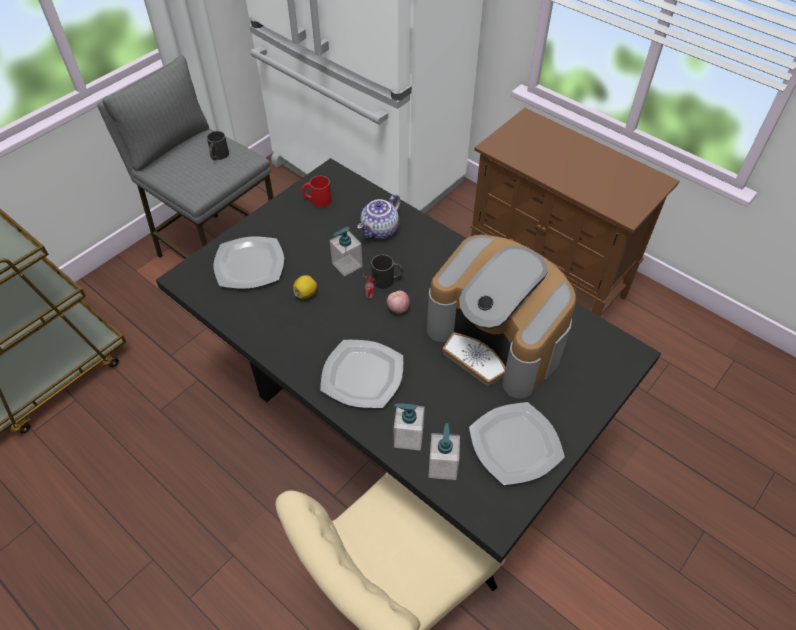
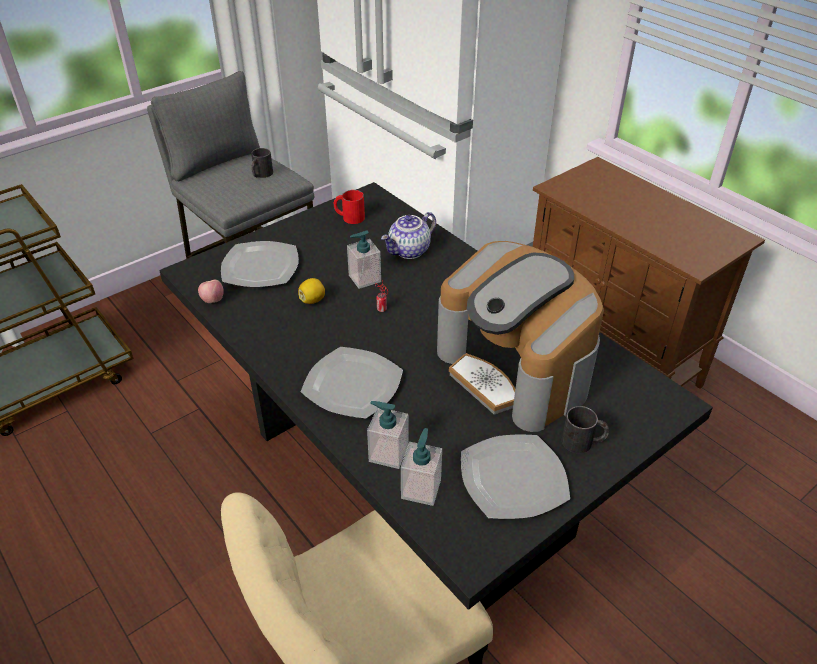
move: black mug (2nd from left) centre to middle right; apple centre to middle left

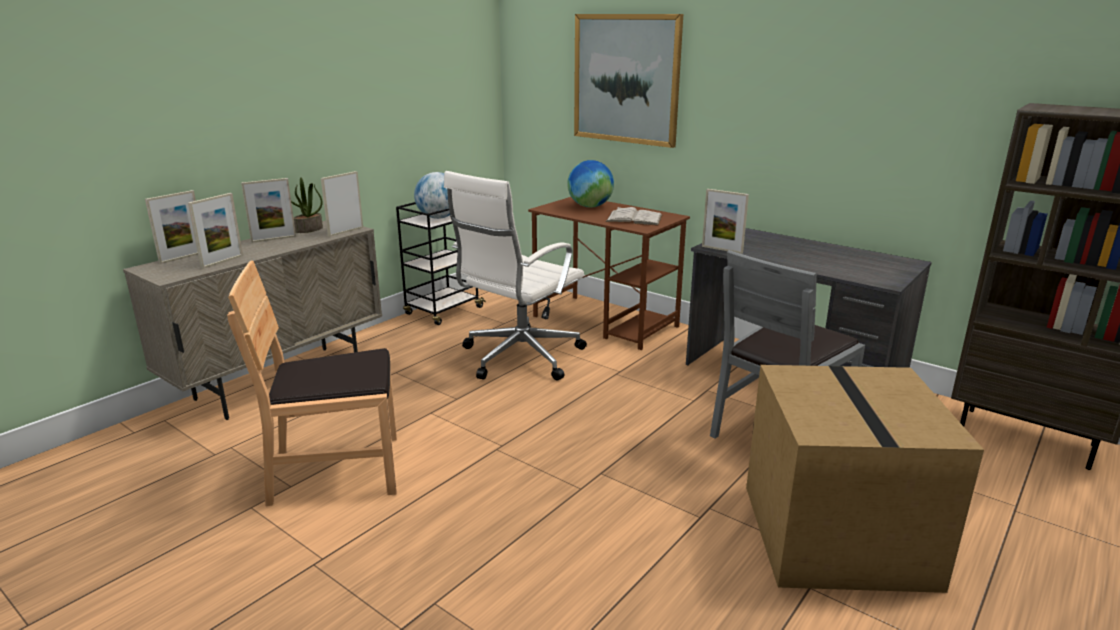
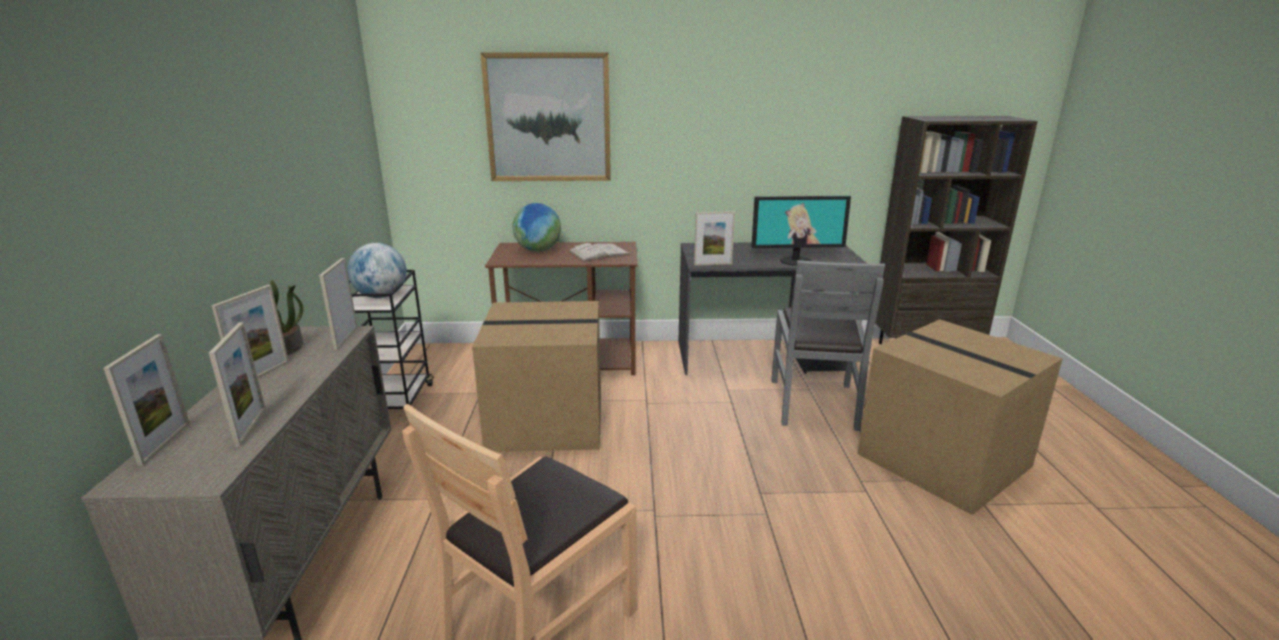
insert: monitor centre
replace: white office chair centre to cardboard box (1st from left) centre

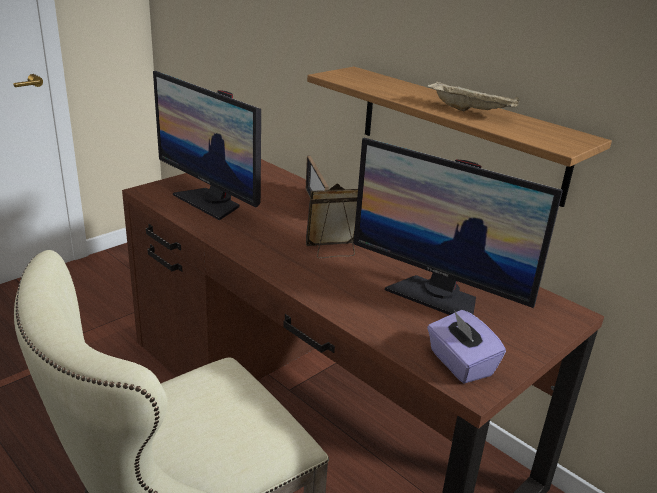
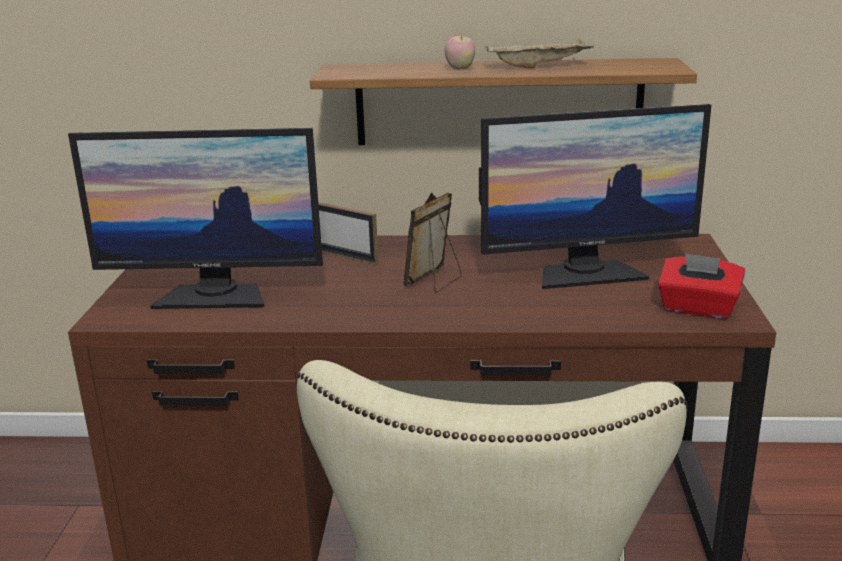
insert: apple top centre
recolor: purple tissue box bottom right to red tissue box middle right

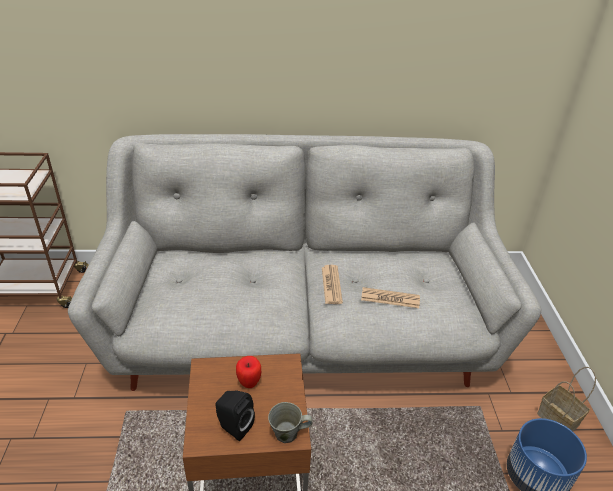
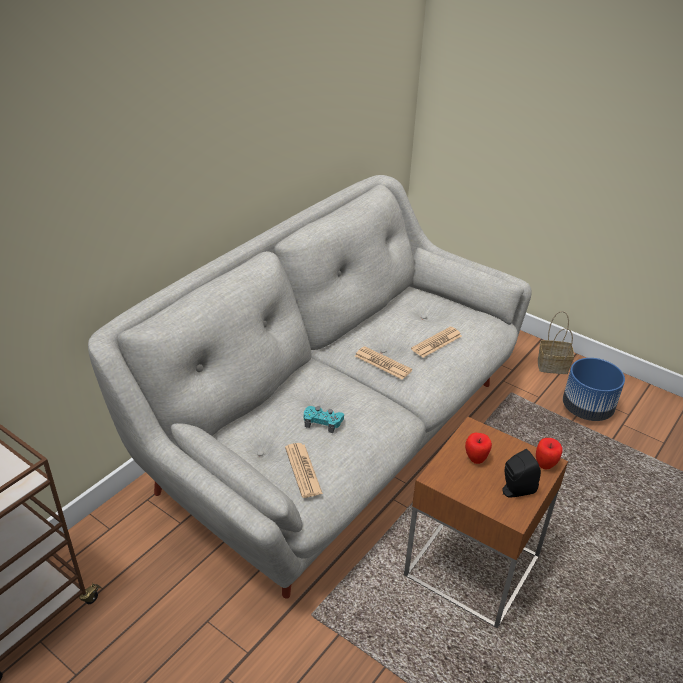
insert: newspaper (1st from left) bottom centre; turquoise game controller centre
replace: grey mug bottom centre to apple (2nd from left) middle right

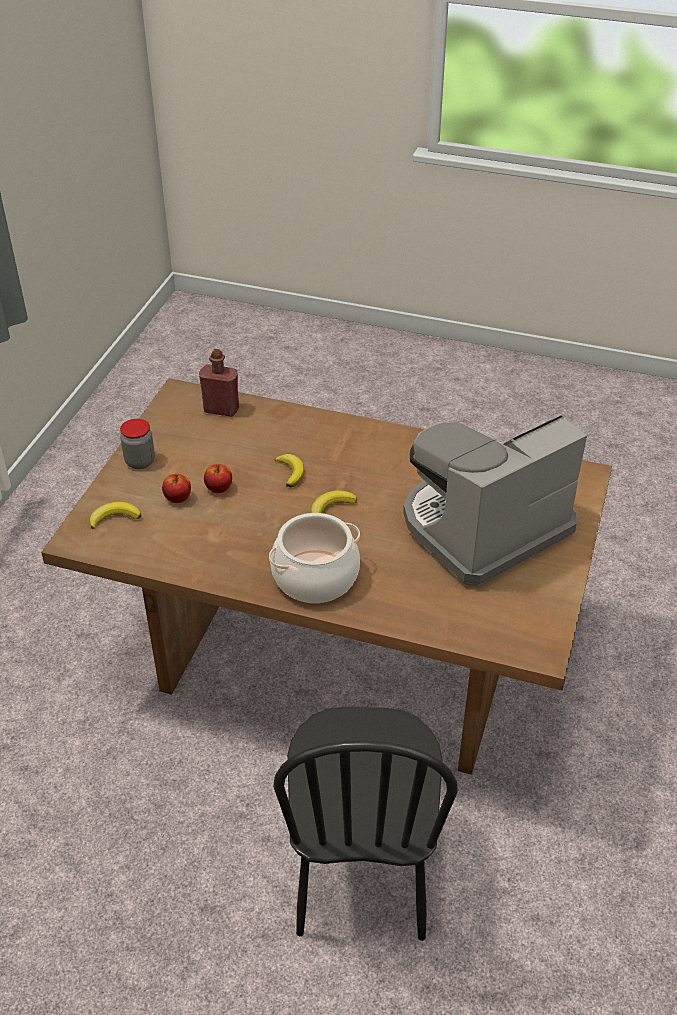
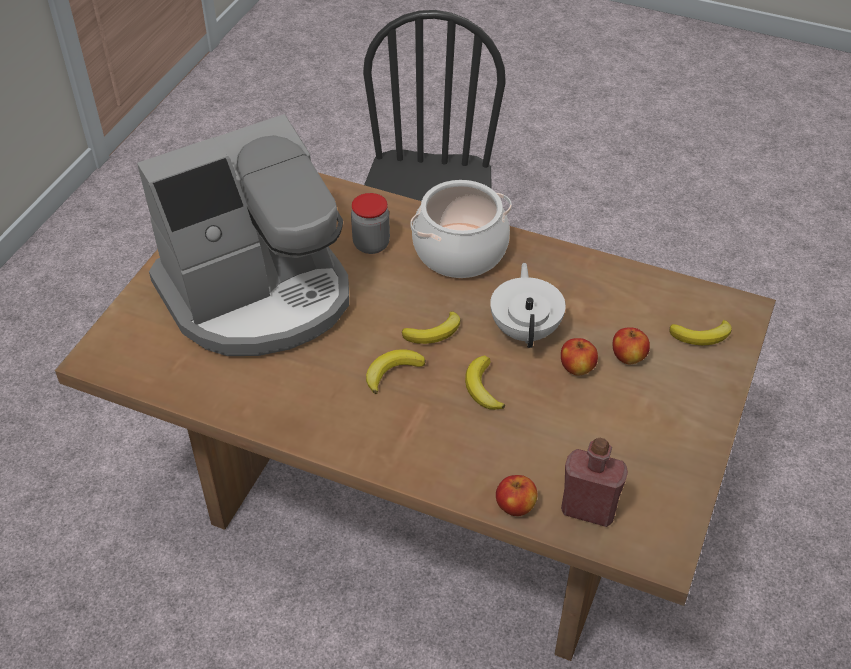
insert: banana (1st from left) centre; white teapot centre; apple (1st from left) bottom centre
move: jar middle left to centre

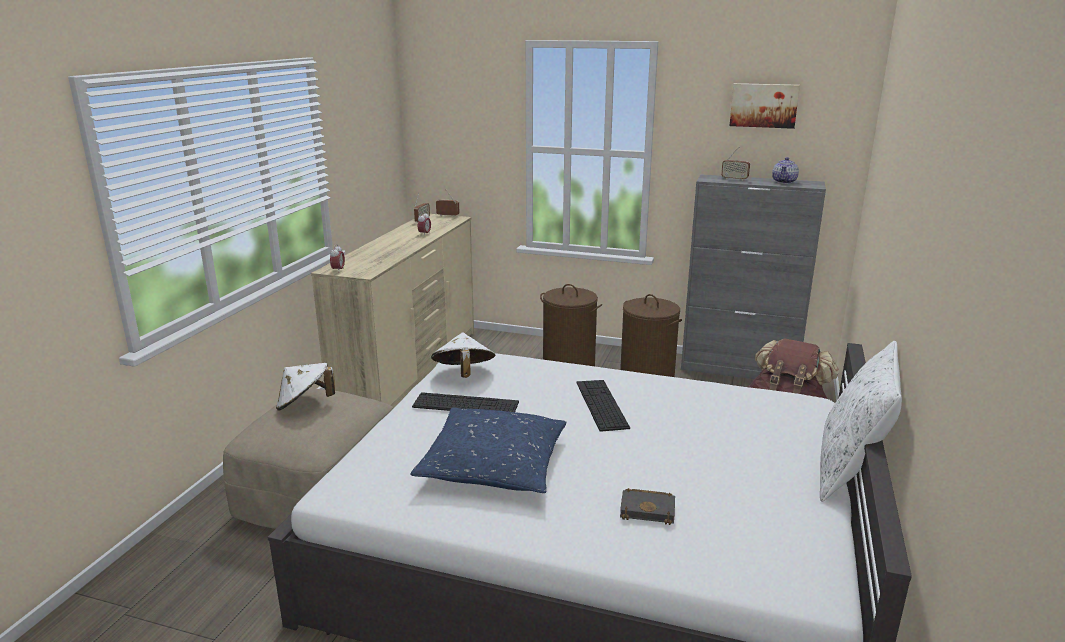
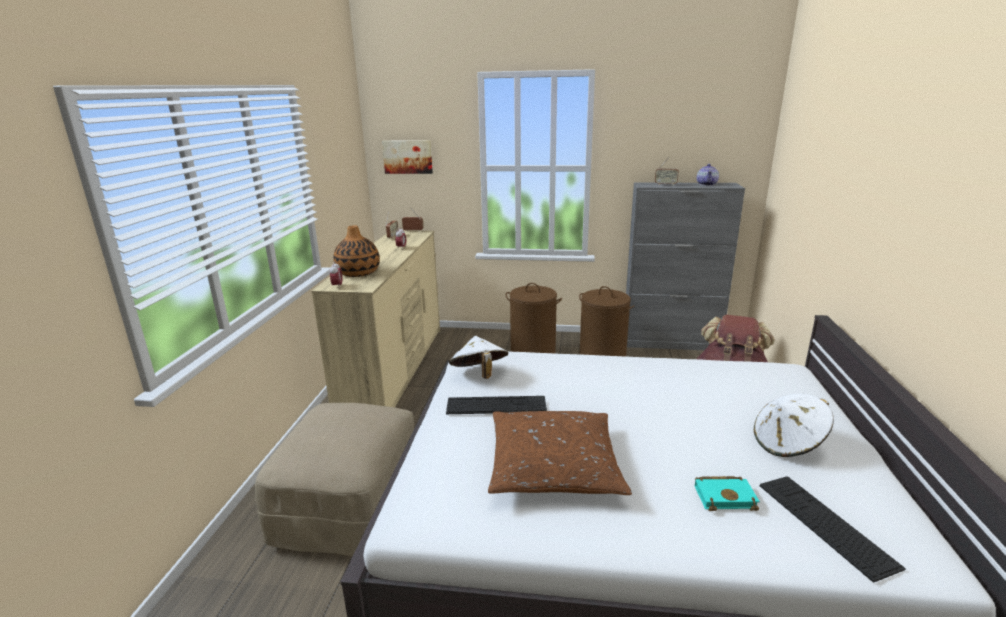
delete: white pillow middle right
insert: vase centre
move: white hat (1st from left in the first image) middle left to white hat (2nd from left) bottom right; keyboard (2nd from left) centre to bottom right; picture top right to top centre
recolor: blue pillow bottom centre to brown pillow bottom centre; black book bottom centre to turquoise book bottom right

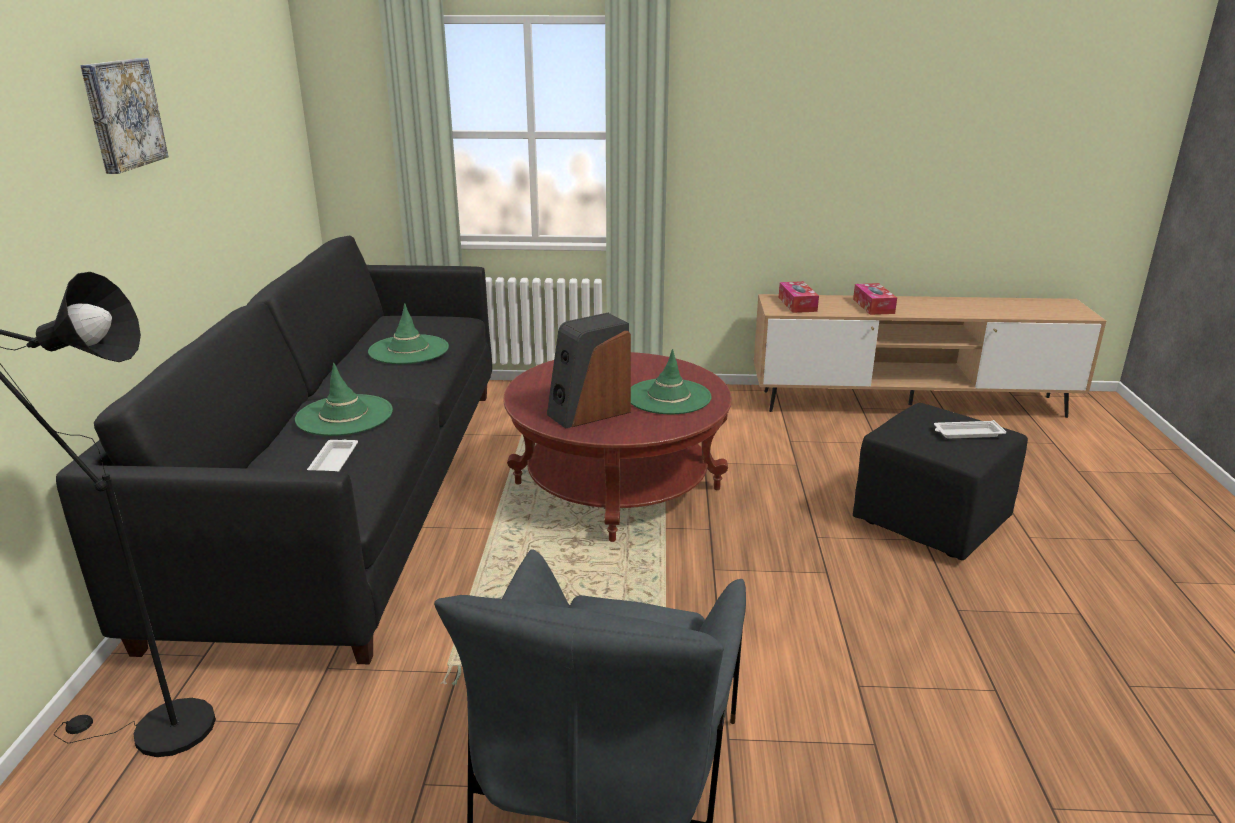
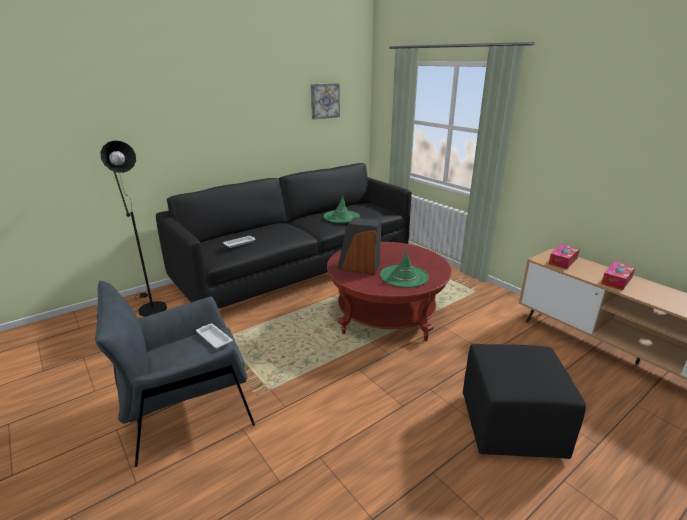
delete: green hat (1st from left) middle left
move: picture top left to top centre; white tray (2nd from left in the first image) middle right to white tray (1st from left) middle left

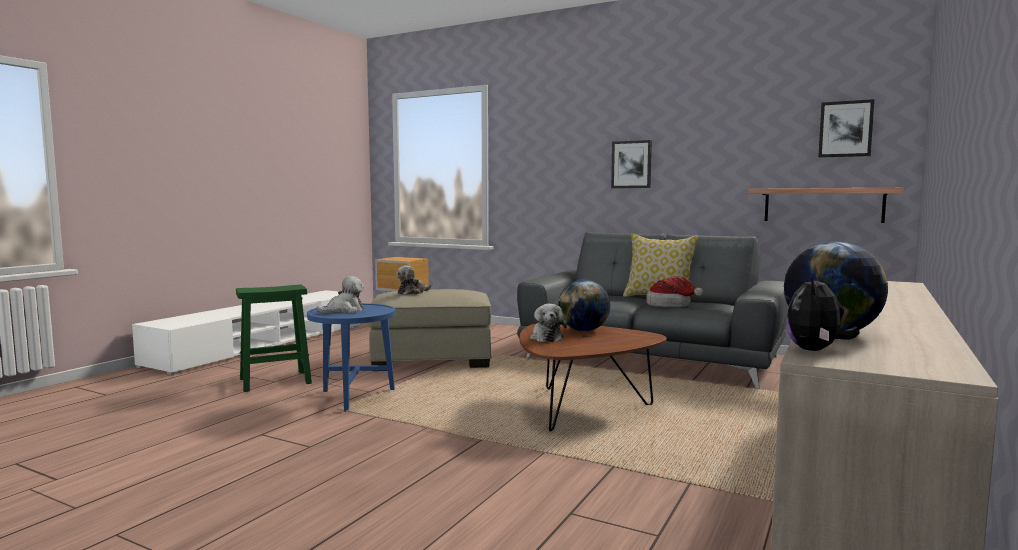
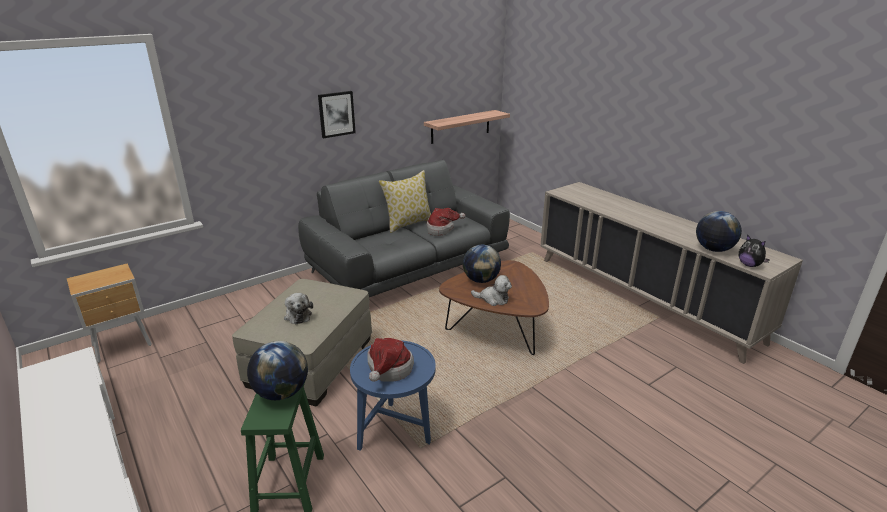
delete: picture (2nd from left) top right
insert: globe (1st from left) bottom left
replace: plush toy (1st from left) centre to hat (1st from left) bottom centre

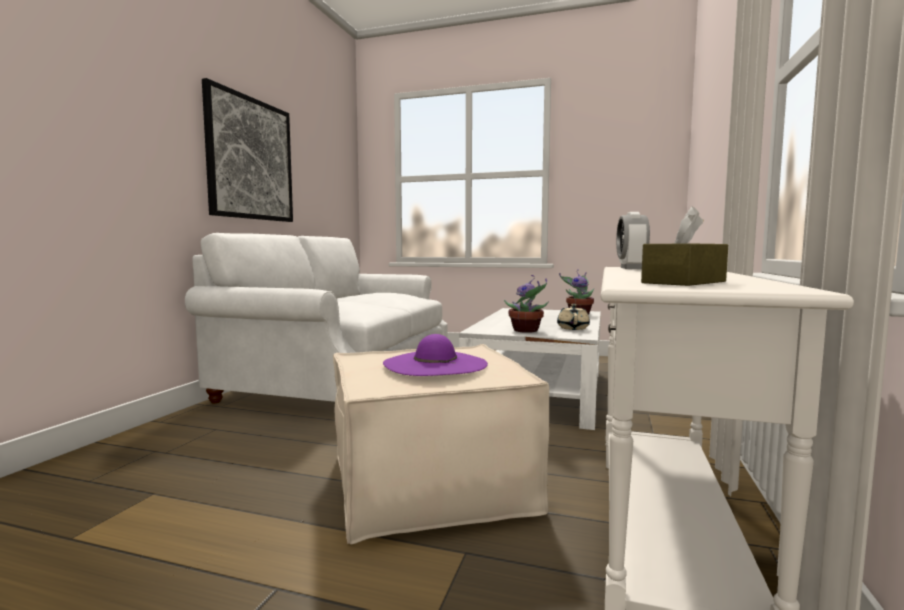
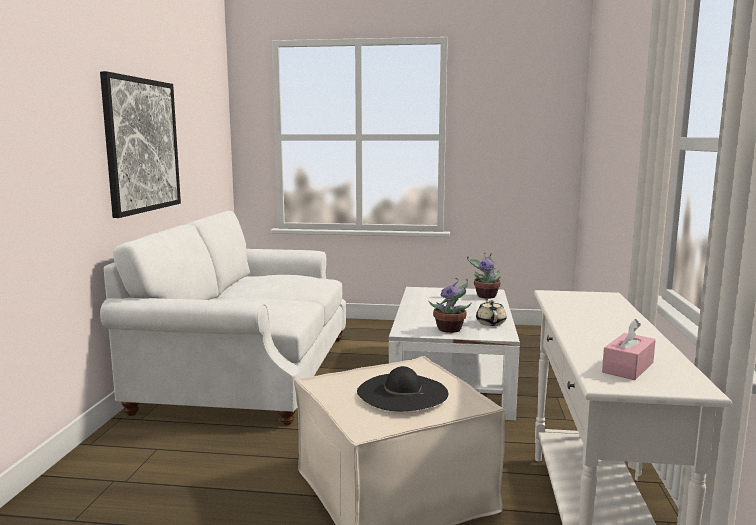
delete: alarm clock middle right
recolor: purple hat centre to black hat bottom centre; brown tissue box middle right to pink tissue box middle right

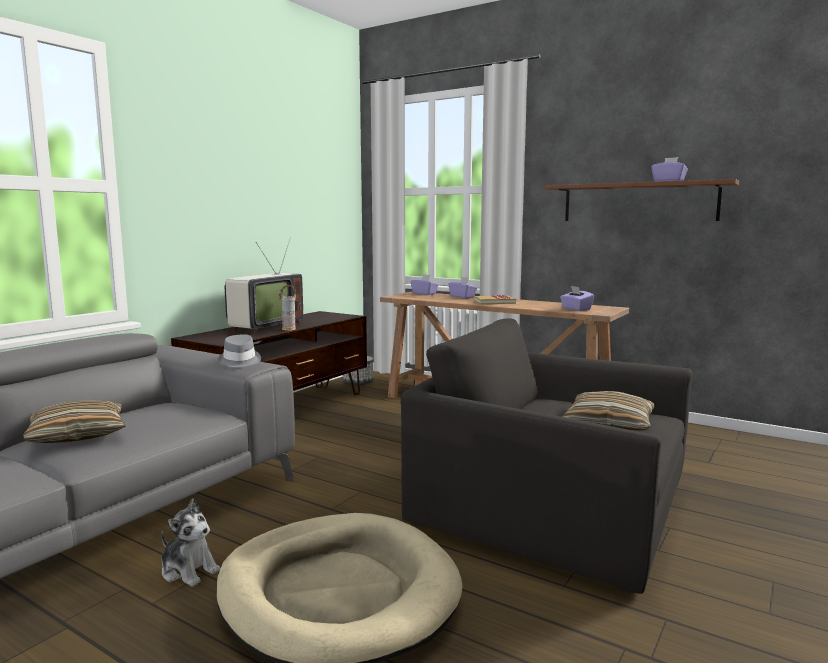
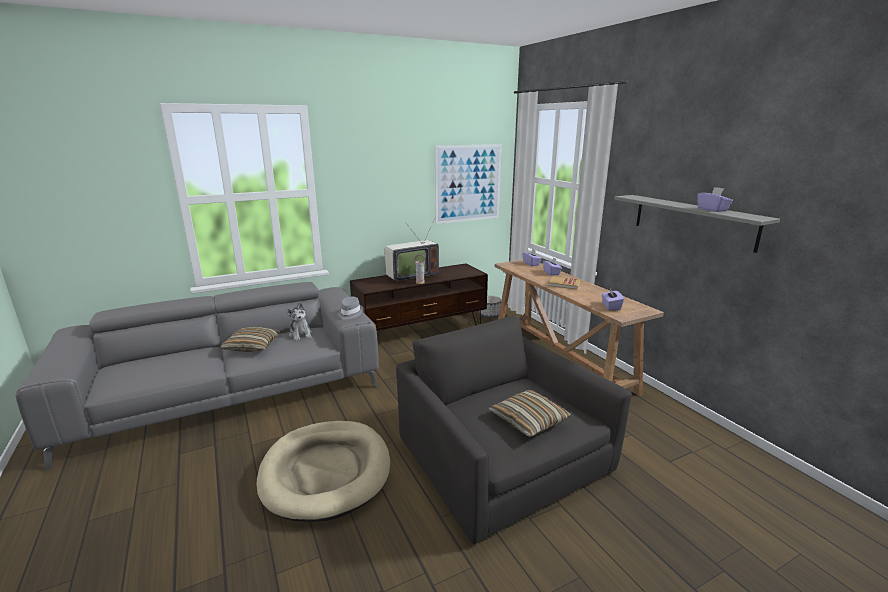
insert: picture top centre
move: plush toy bottom left to centre
recolor: brown shelf top right to grey shelf middle right

